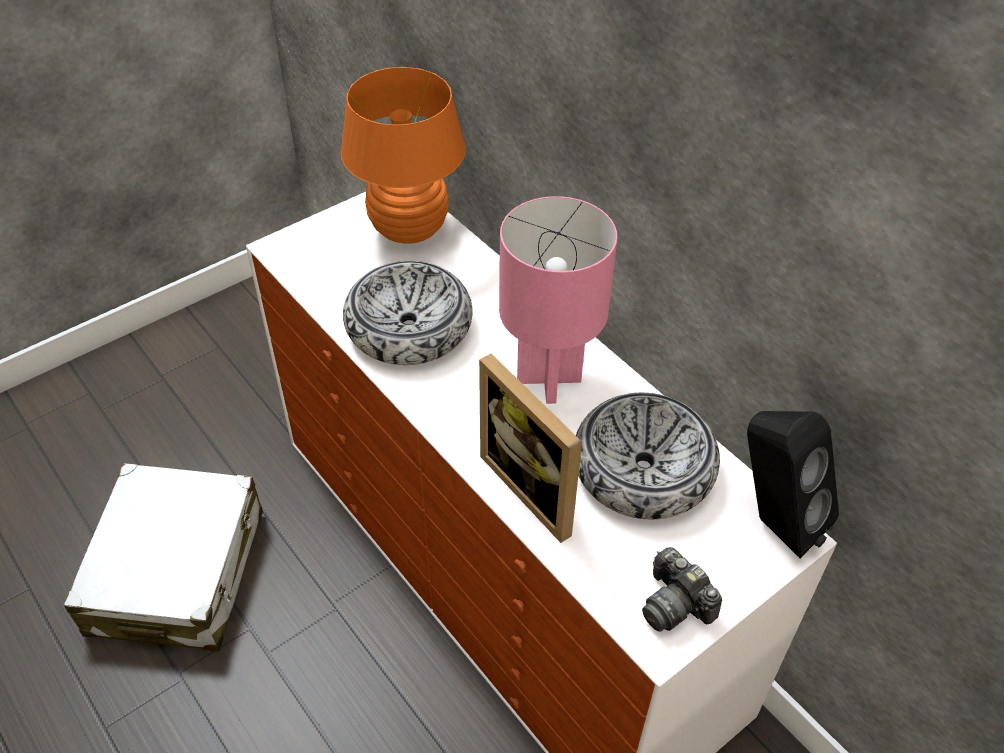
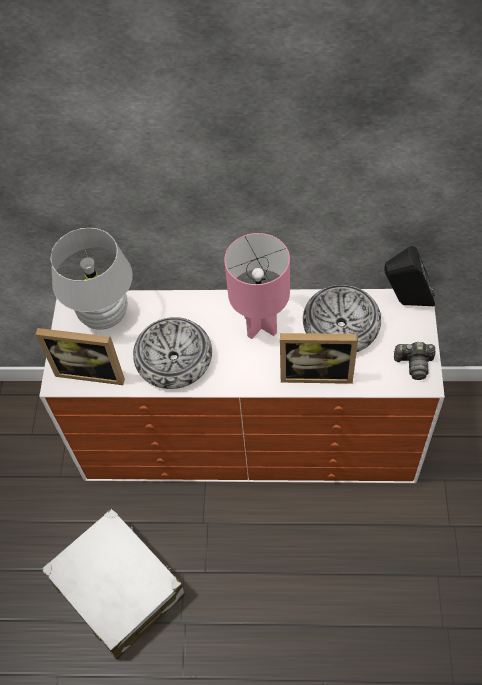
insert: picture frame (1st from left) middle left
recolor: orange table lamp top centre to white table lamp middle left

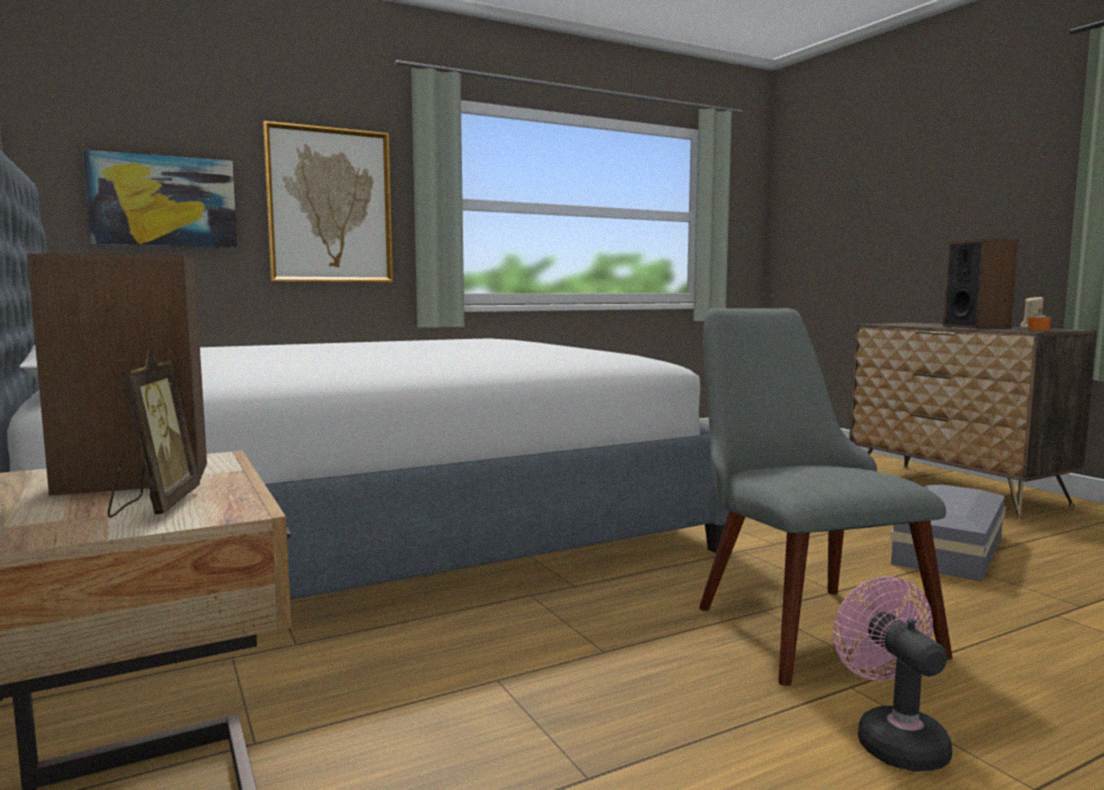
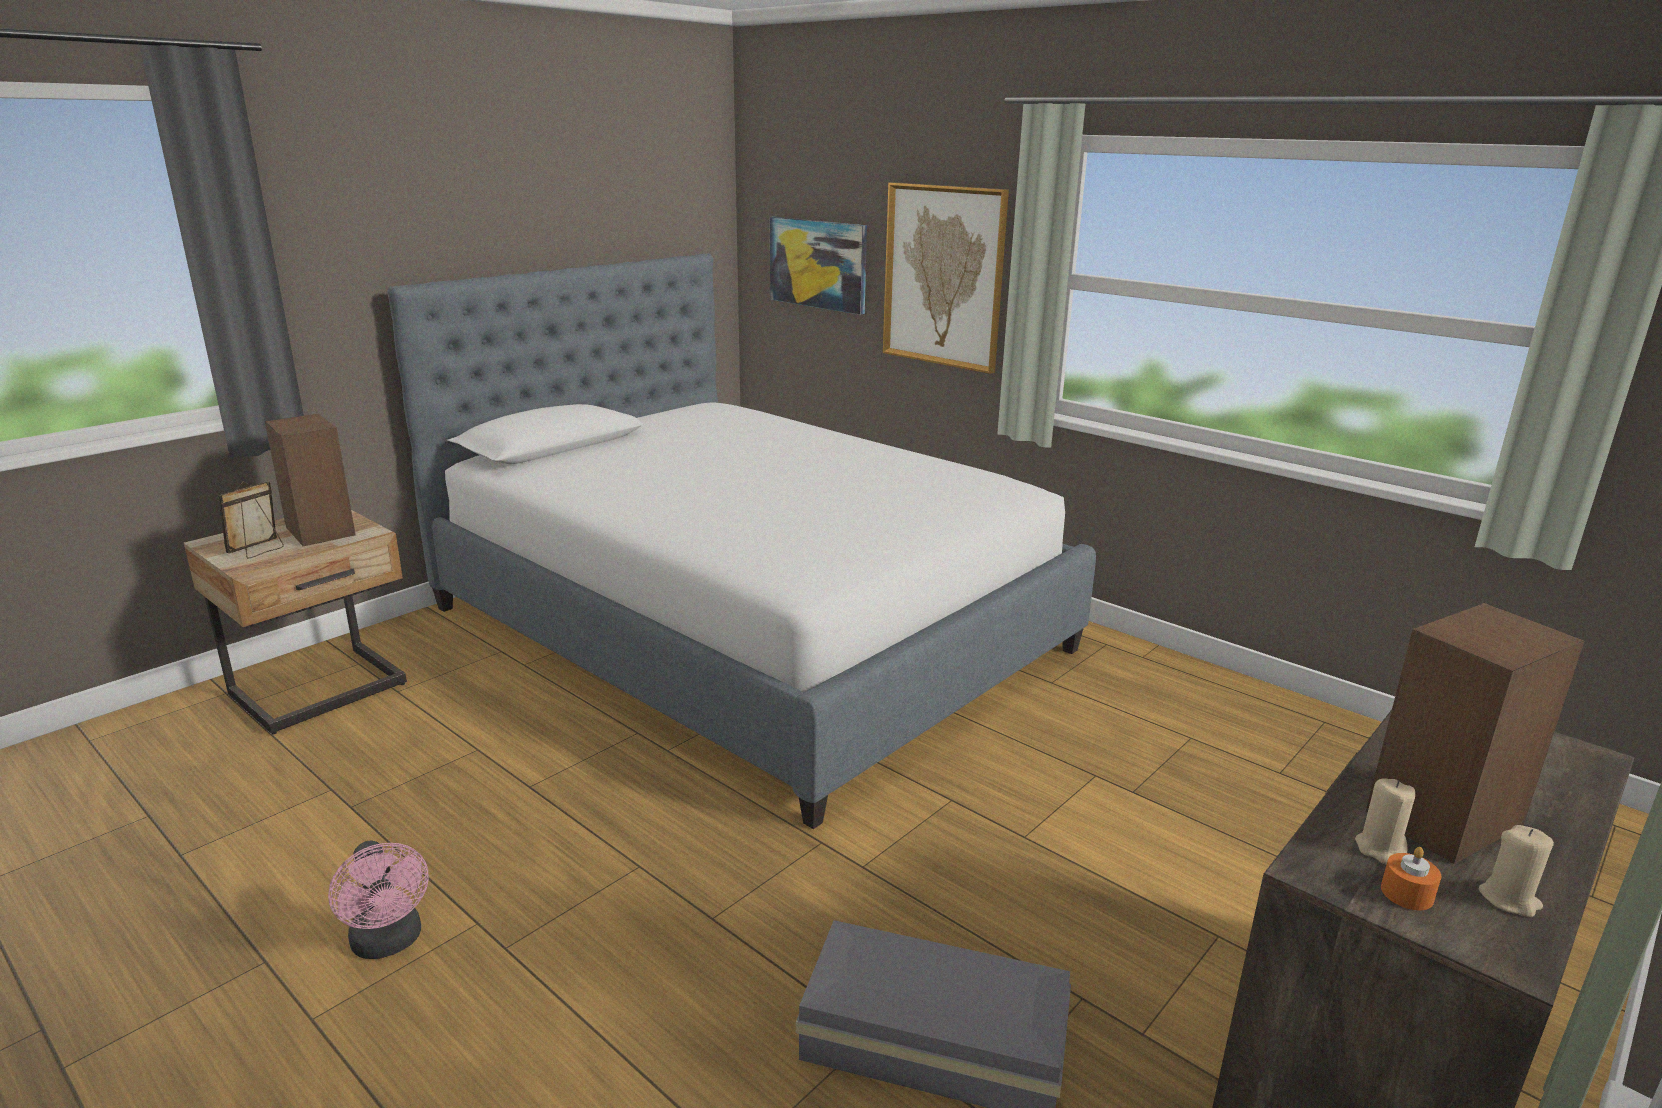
delete: grey chair middle right
insert: beige candle (1st from left) bottom right
rotate: picture frame middle left = middle left 150 degrees clockwise; pink fan bottom right = bottom left 90 degrees clockwise

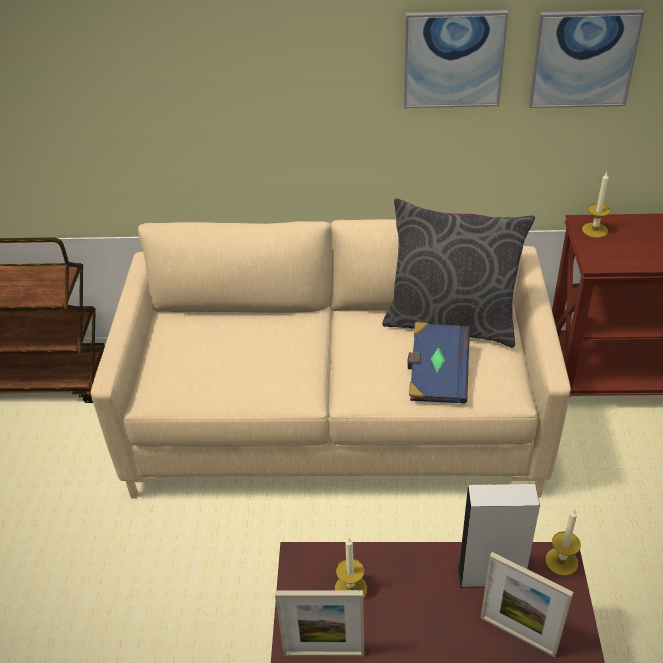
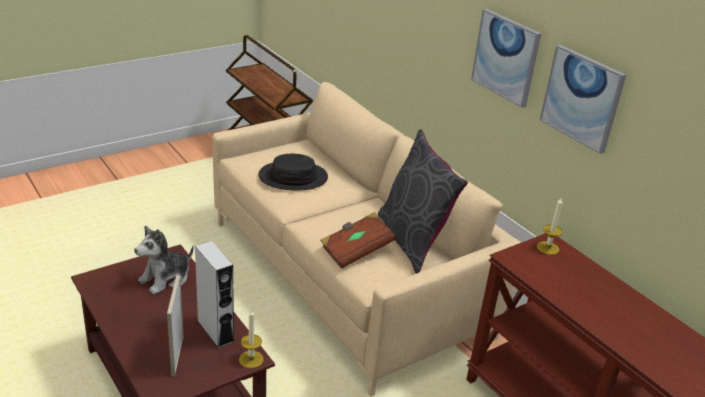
delete: picture frame (1st from left) bottom centre
insert: black hat centre
replace: candle (1st from left) bottom centre to plush toy middle left
recolor: blue book centre to brown book centre

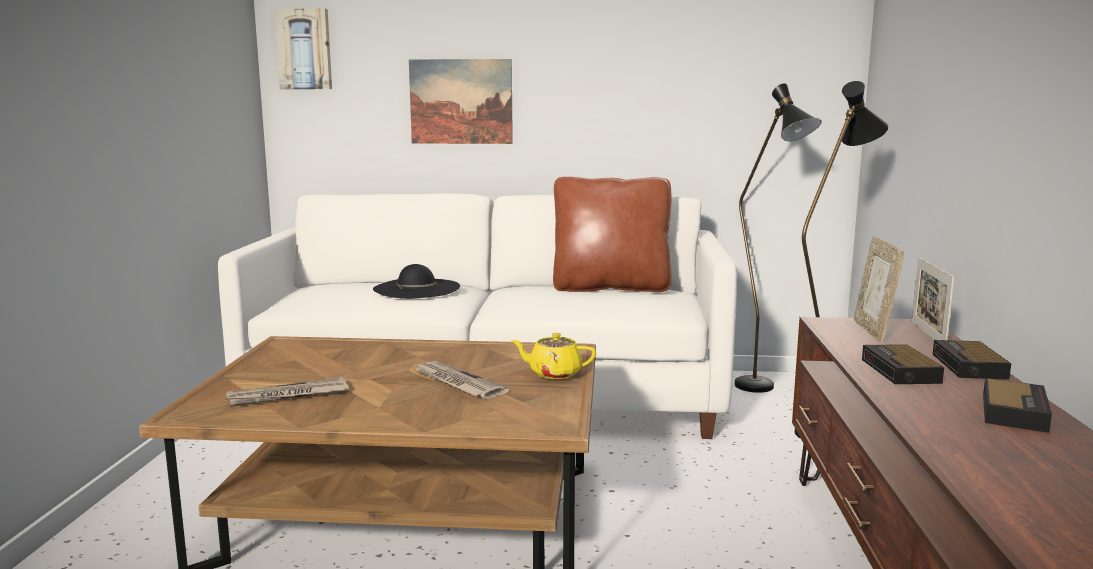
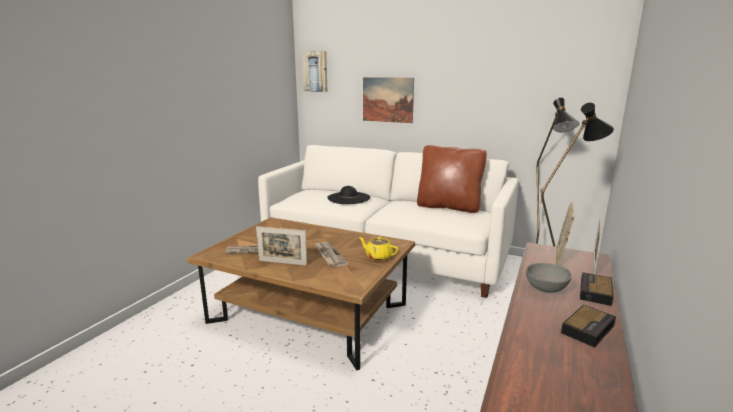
insert: picture frame (1st from left) centre
replace: alarm clock (1st from left) middle right to grey bowl bottom right

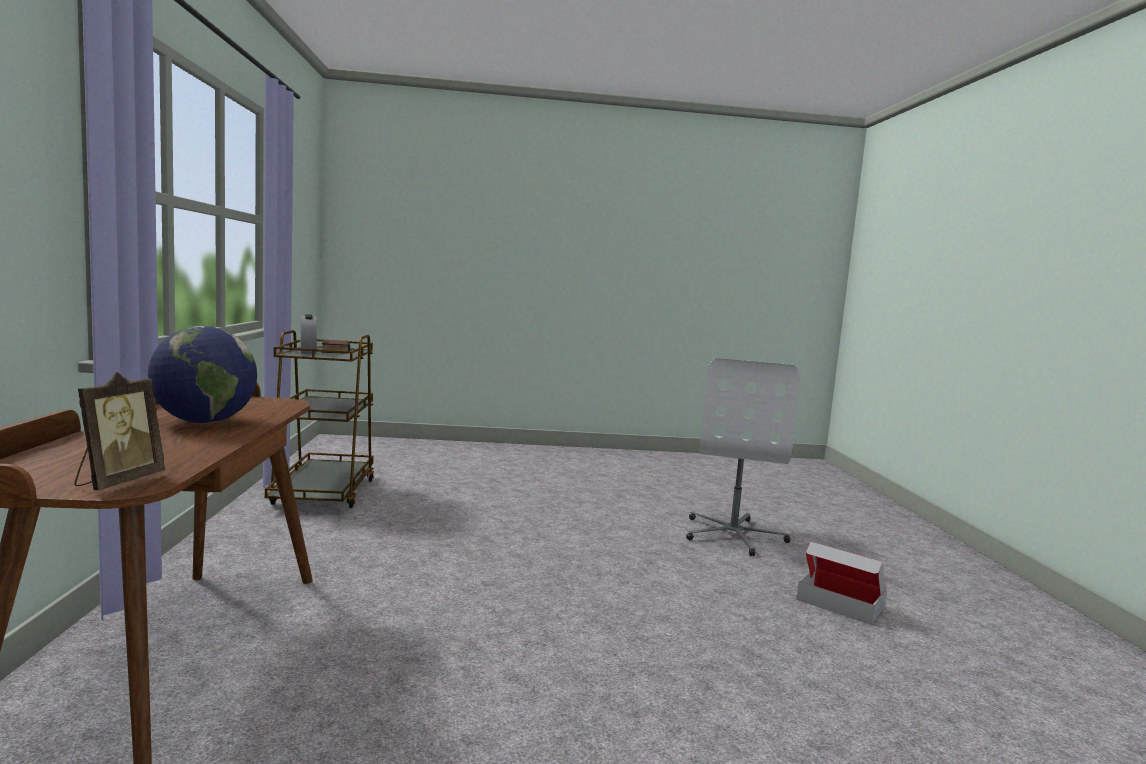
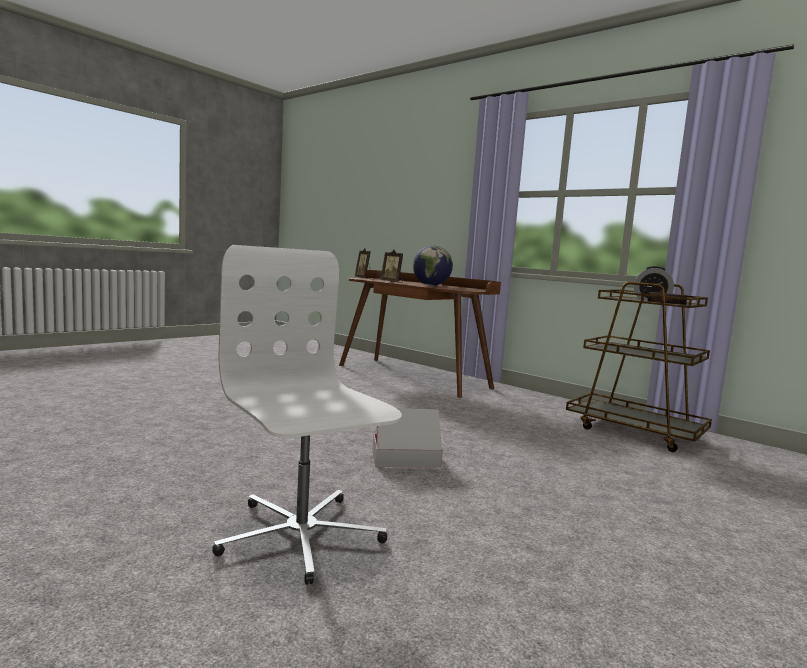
insert: picture frame (2nd from left) centre
move: cardboard box bottom right to centre

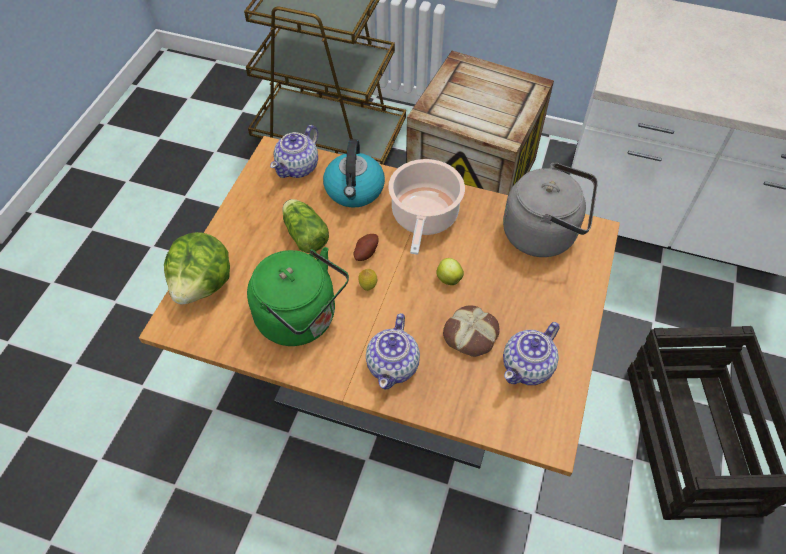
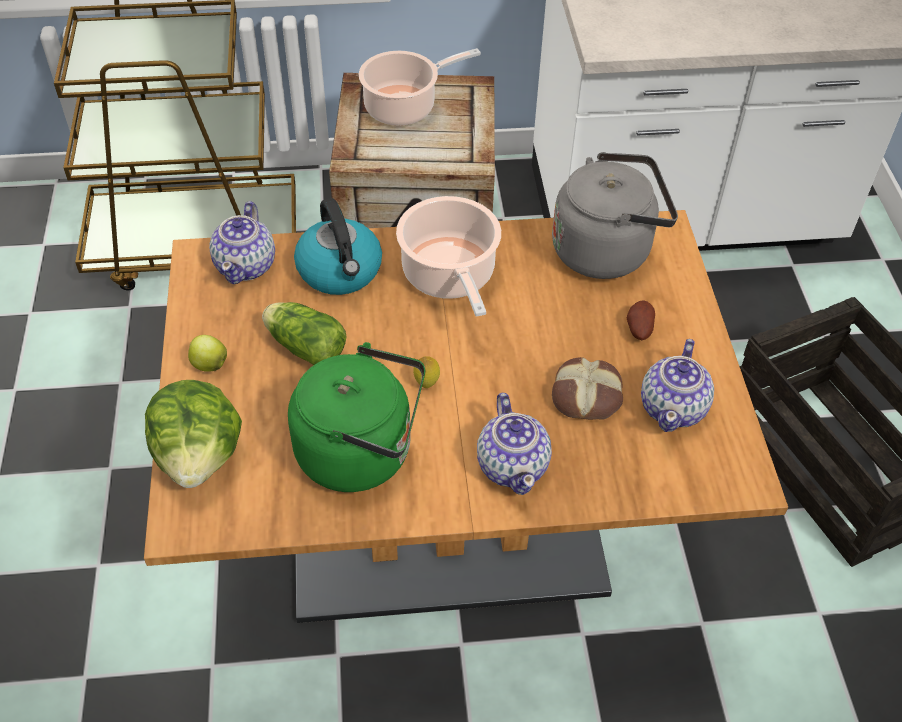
insert: cooking pot (1st from left) top centre
move: potato centre to middle right; apple centre to middle left

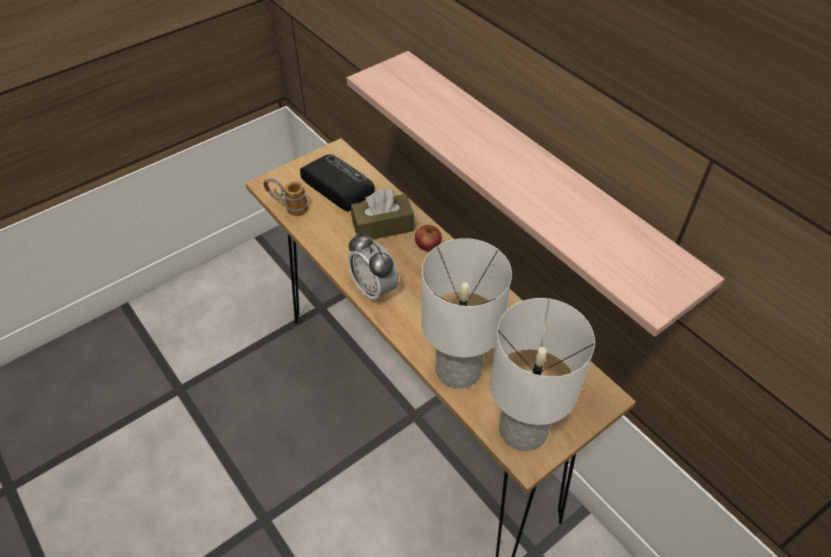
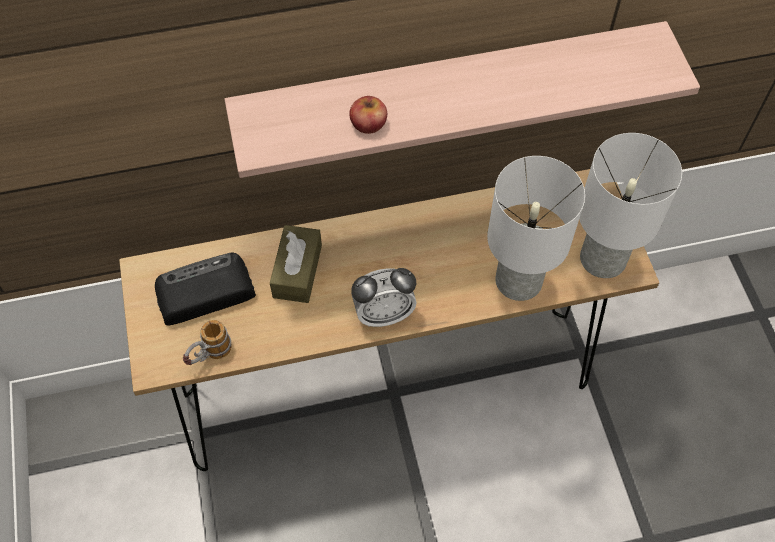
move: apple centre to top centre

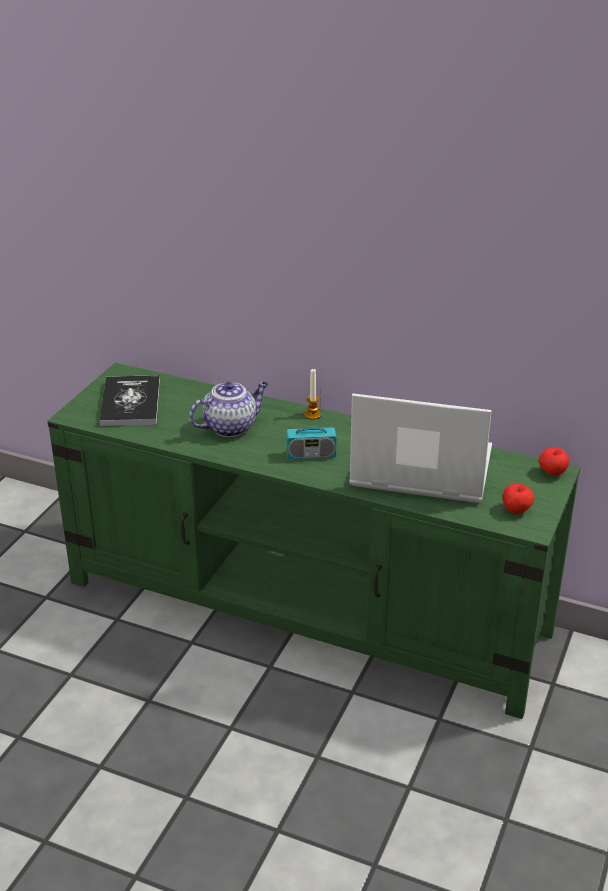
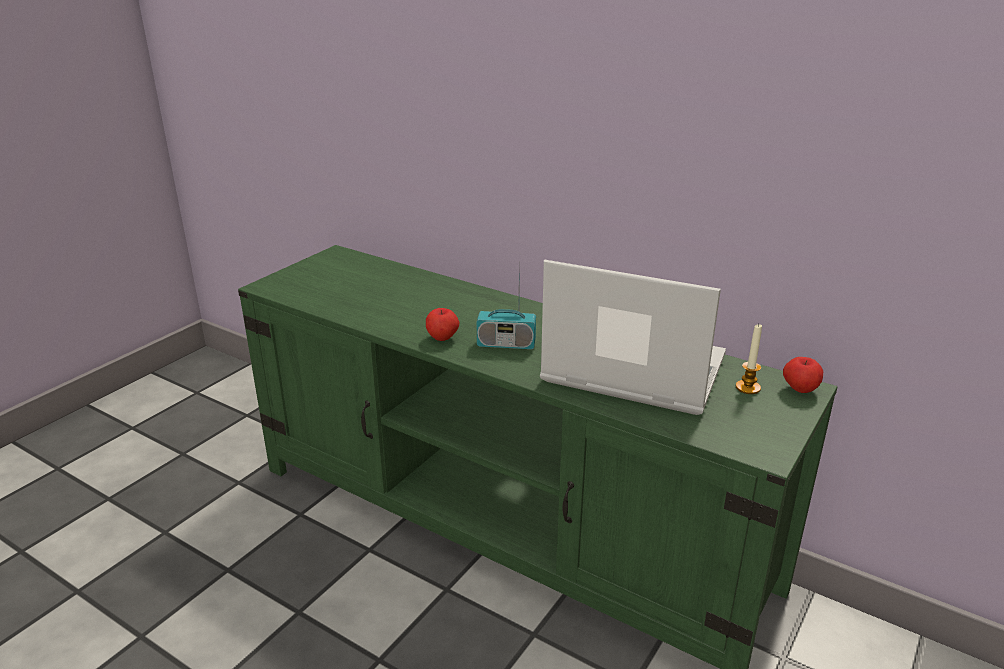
delete: book middle left; teapot centre
move: candle centre to middle right; apple (1st from left) middle right to centre

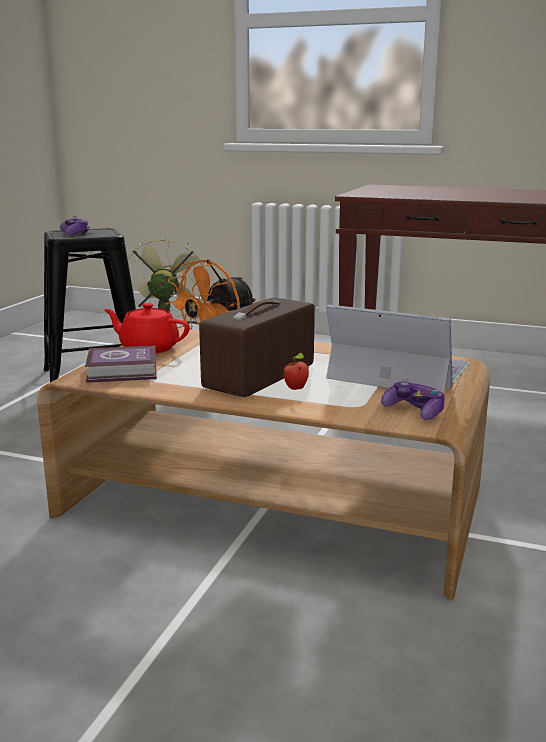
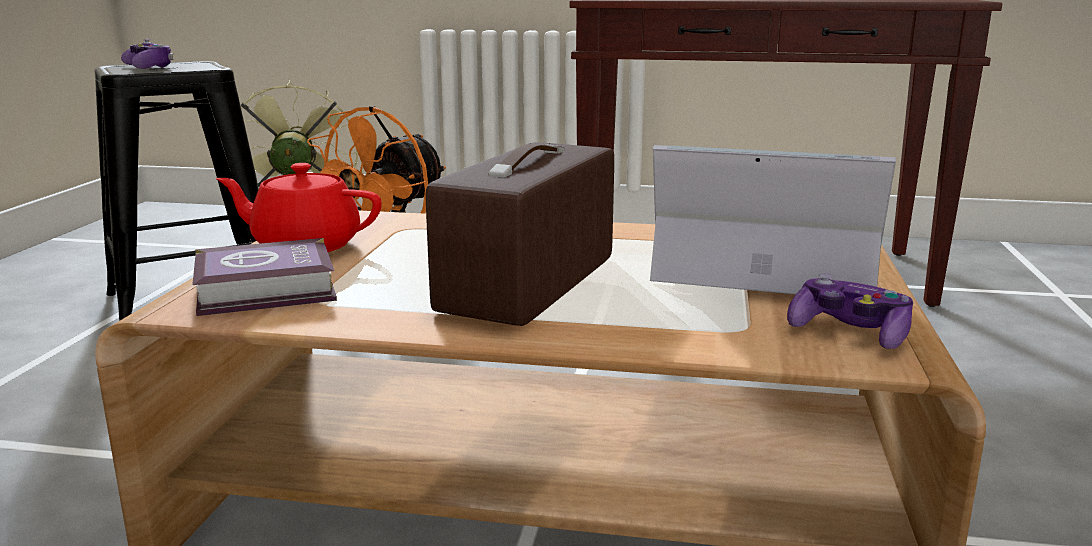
delete: apple centre

